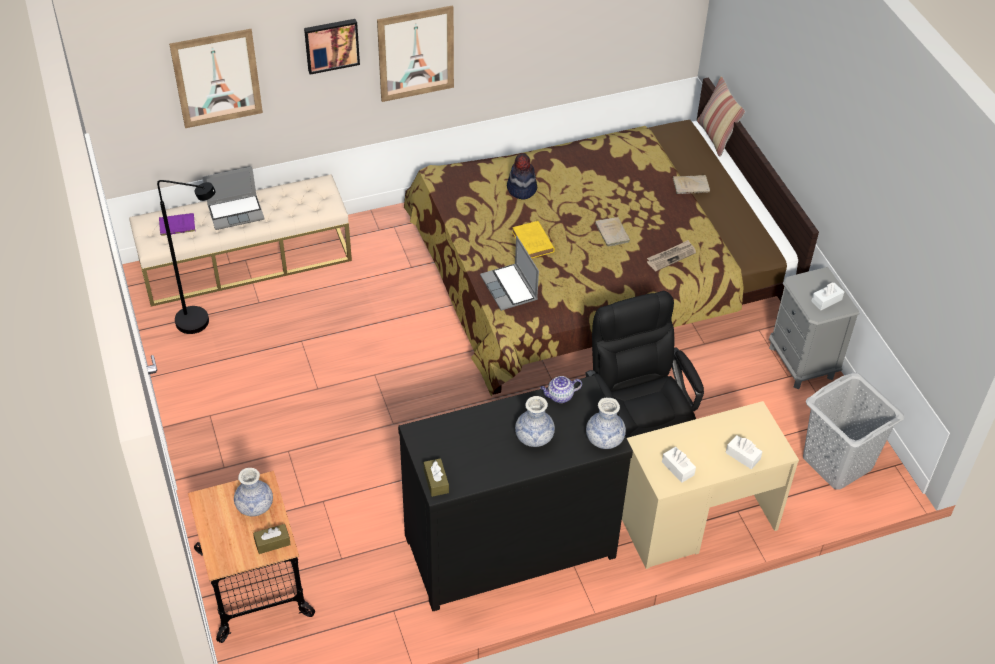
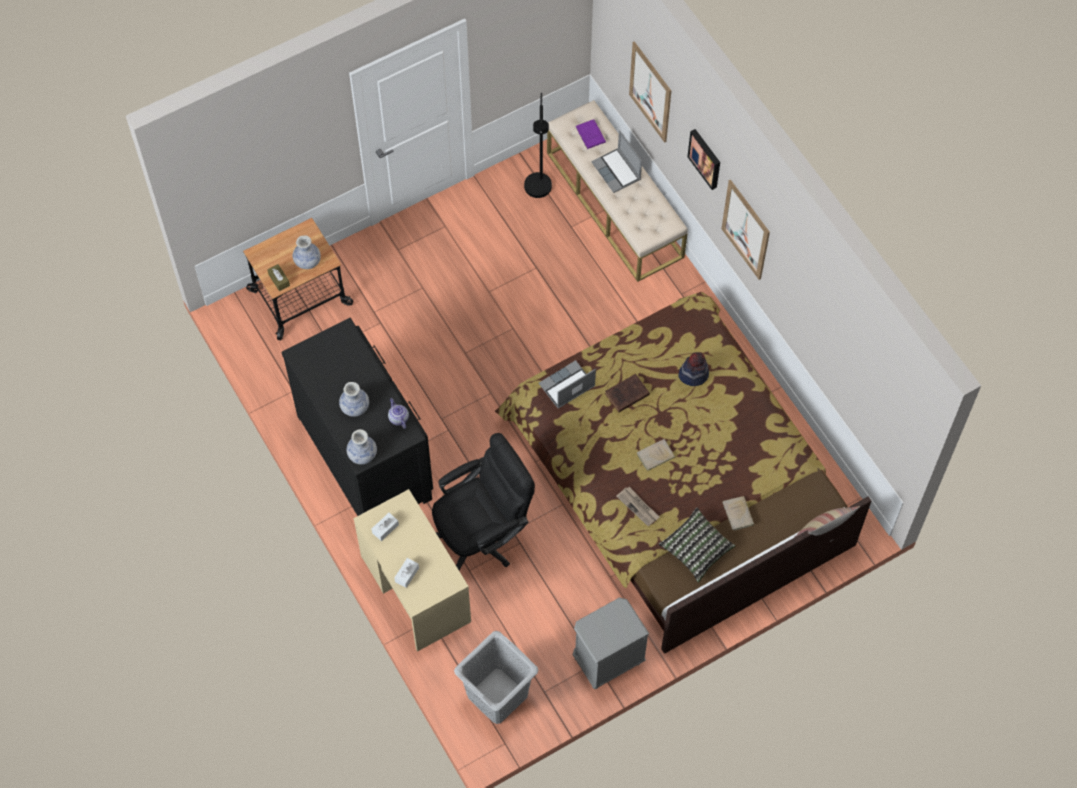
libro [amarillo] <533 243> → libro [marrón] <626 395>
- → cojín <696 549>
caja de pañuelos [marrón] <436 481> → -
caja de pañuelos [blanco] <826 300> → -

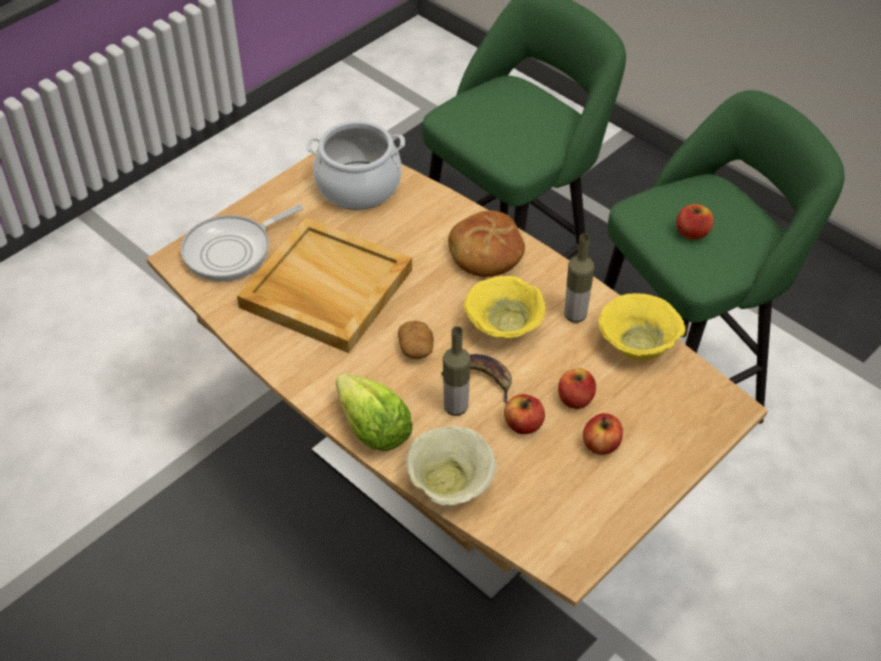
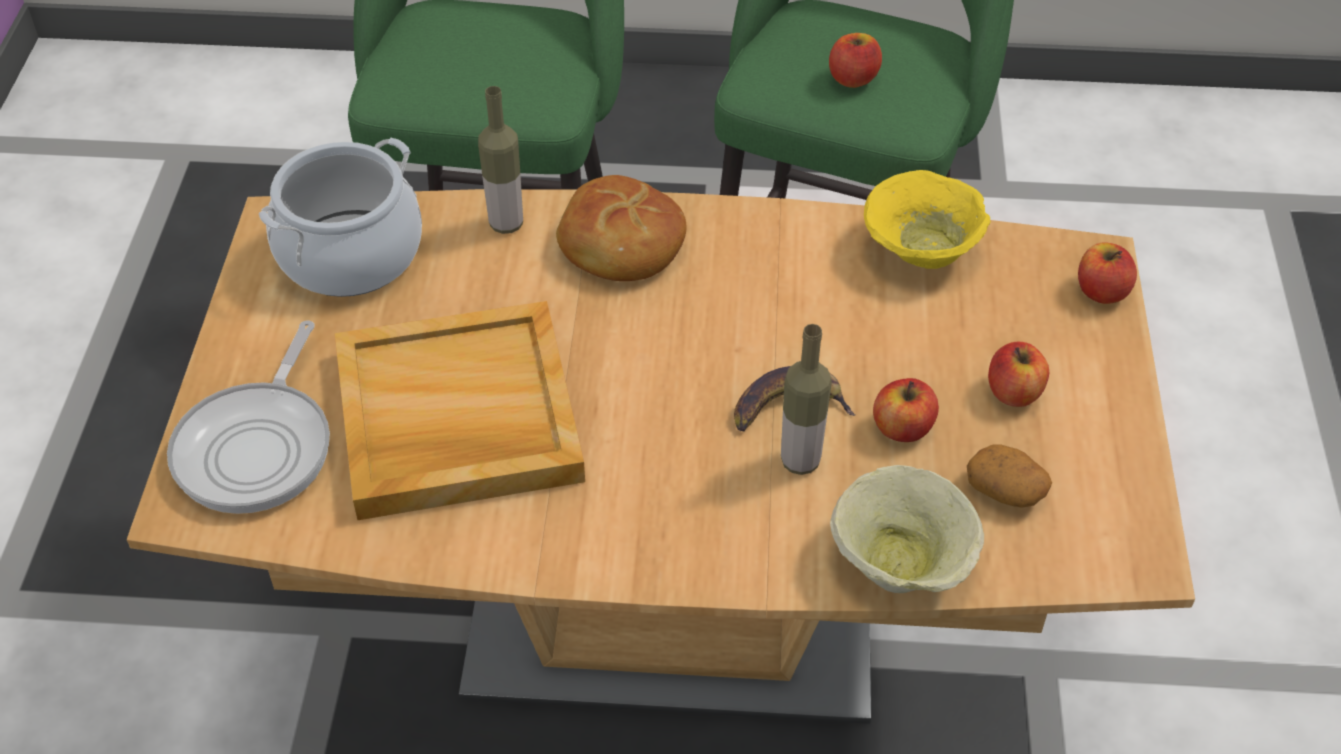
botella <575 315> → botella <506 224>, moved
patata <416 349> → patata <1006 490>, moved
manzana <575 399> → manzana <1101 291>, moved
lechuga <372 429> → -
cuenco [amarillo] <502 325> → -

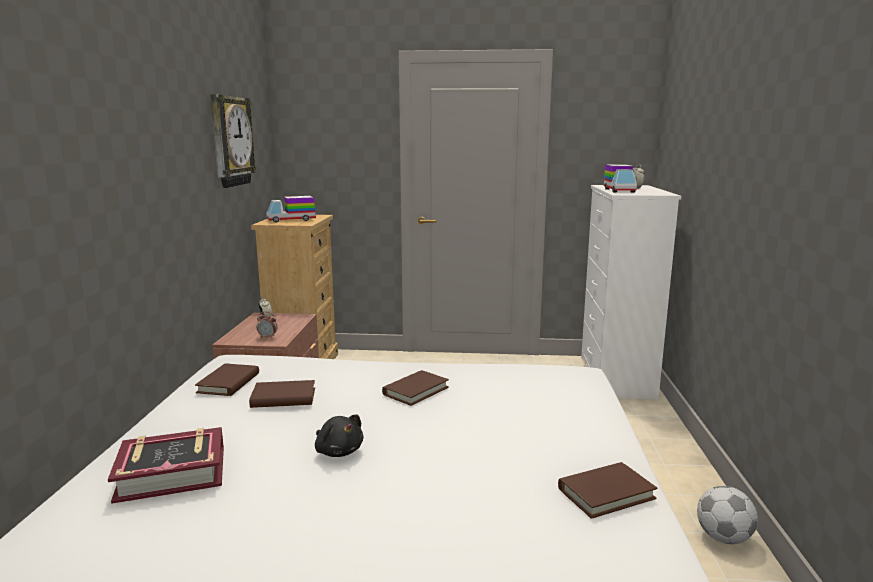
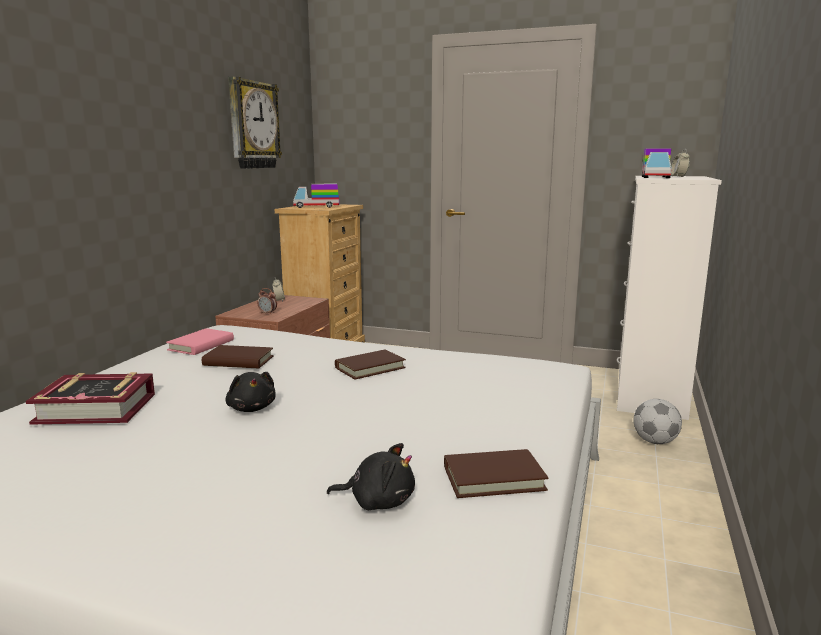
libro [marrón] <228 383> → libro [rosa] <201 345>
- → peluche [negro] <378 501>
balón de fútbol <723 538> → balón de fútbol <655 442>, moved

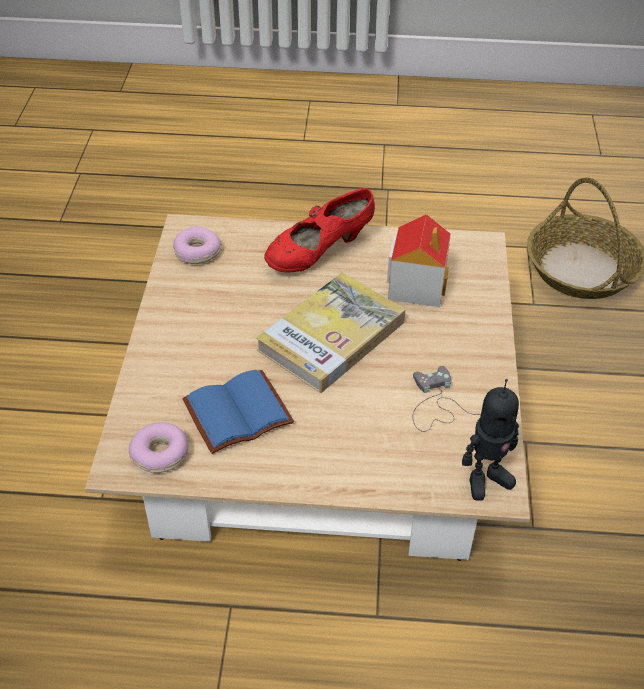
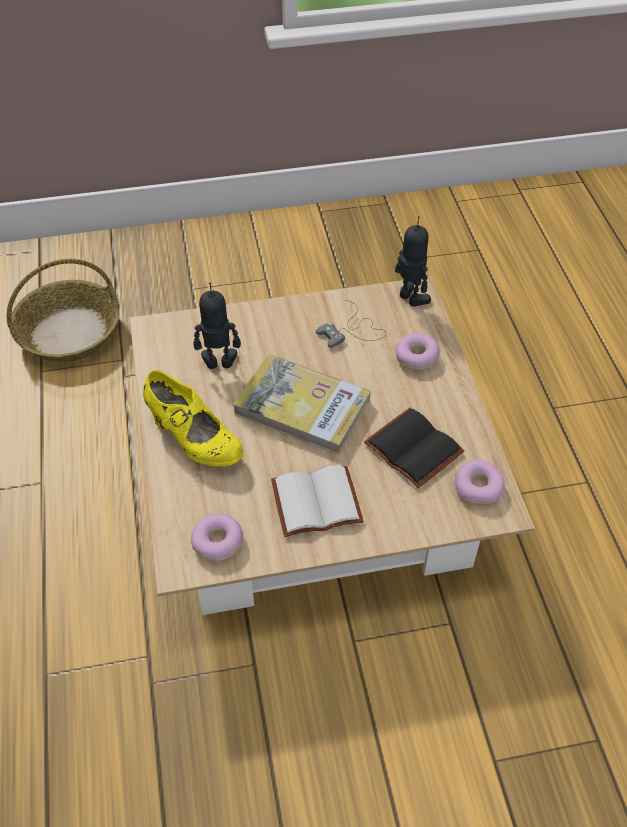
zapato [rojo] <319 254> → zapato [amarillo] <194 440>
casita <417 285> → robot de juguete <219 363>
- → libro [blanco] <315 504>
libro [azul] <237 415> → libro [negro] <416 448>
- → rosquilla <416 357>

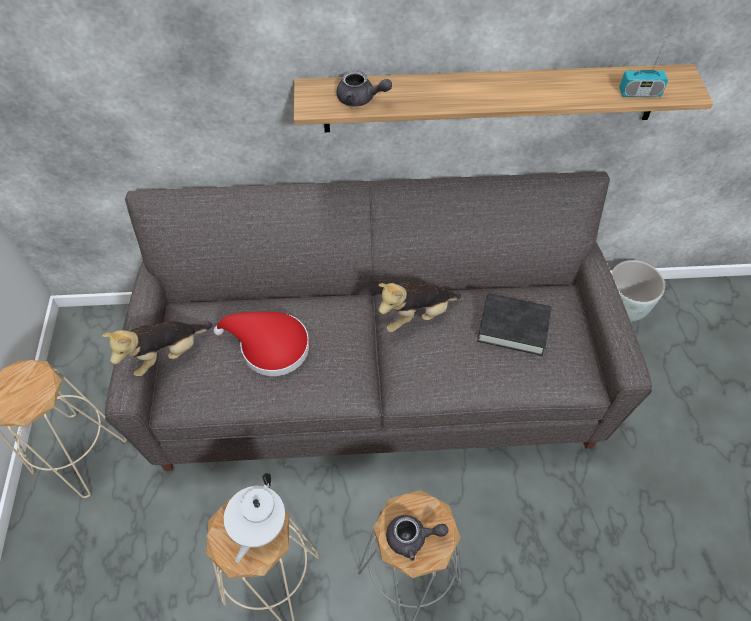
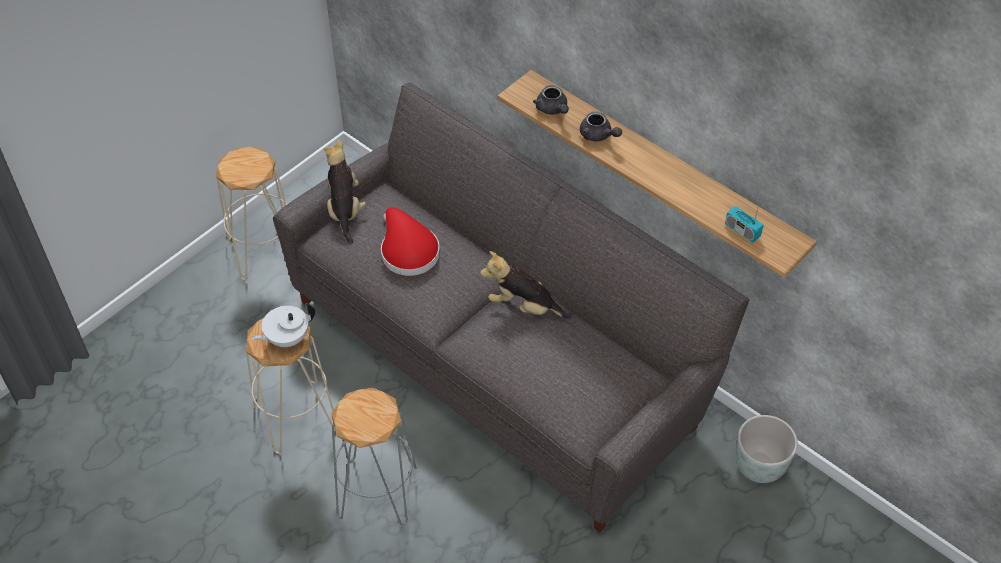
peluche <166 355> → peluche <345 209>, 75 degrees clockwise
tetera [gris] <412 538> → tetera [gris] <598 136>, moved
libro [negro] <513 327> → -

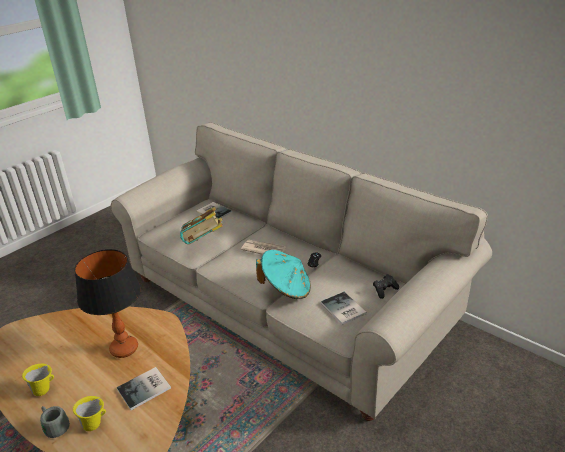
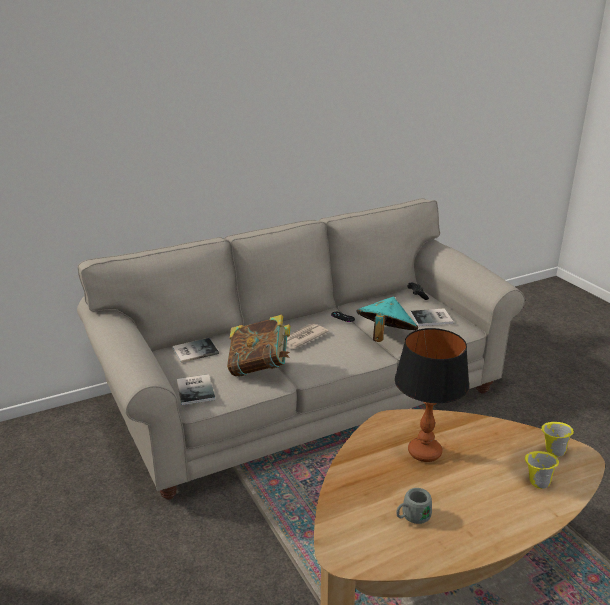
libro <145 389> → libro <196 389>, moved
taza grande [gris] <55 427> → taza grande [gris] <412 517>, moved
taza grande [amarillo] <44 390> → taza grande [amarillo] <552 452>, moved

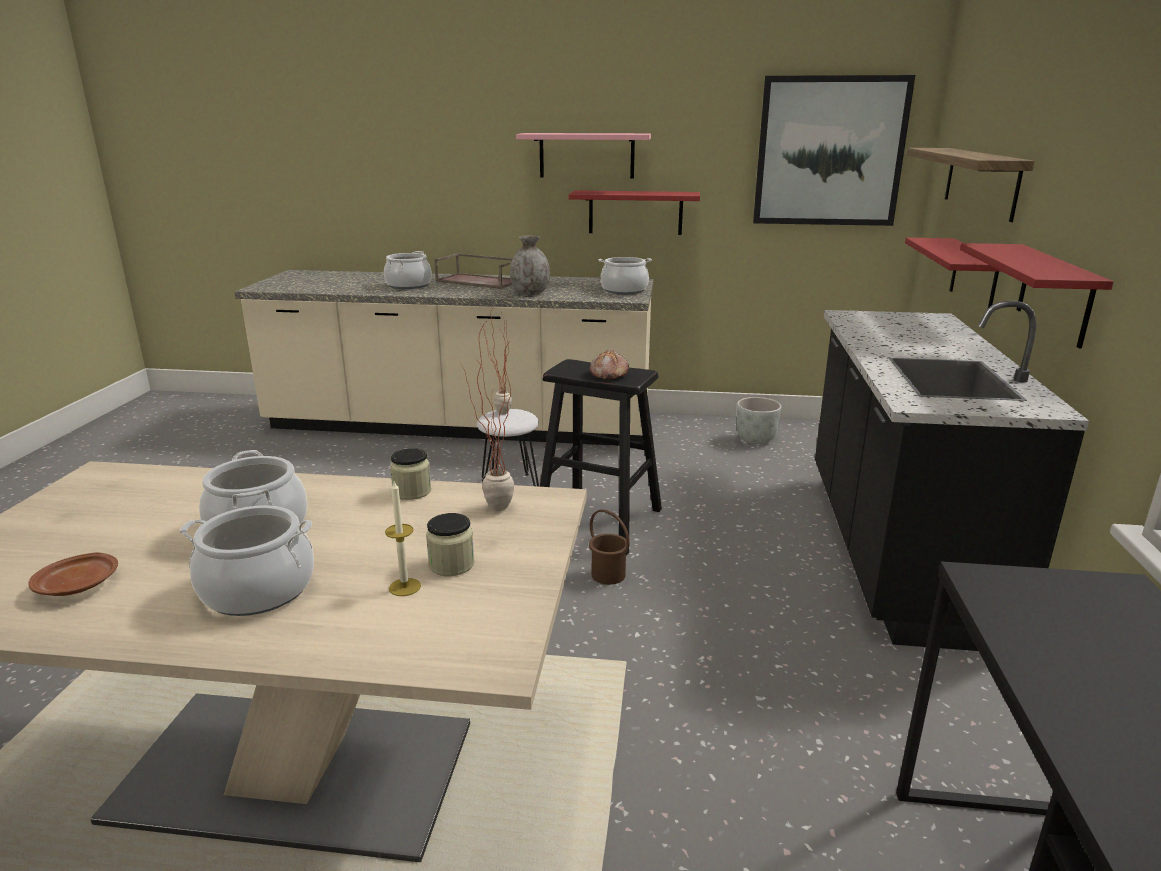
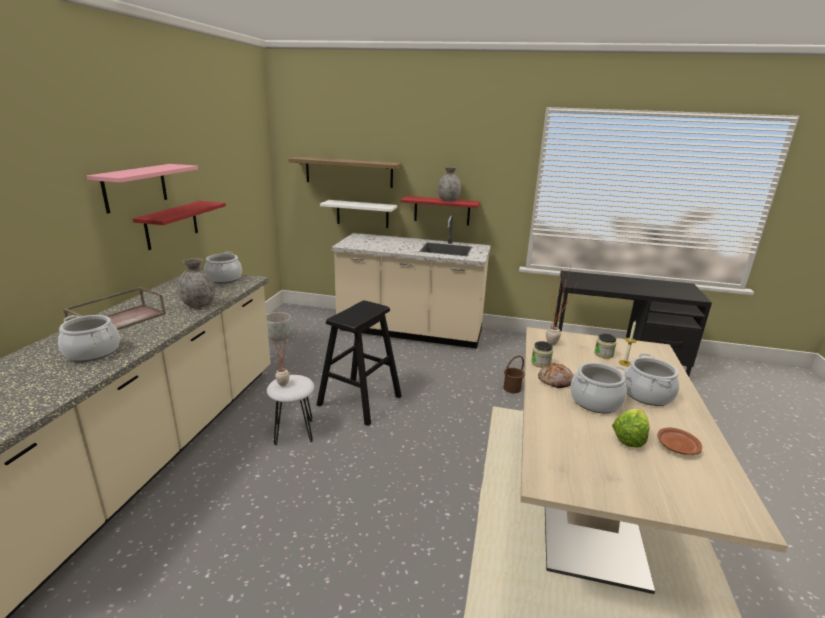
estante [rojo] <974 277> → estante [blanco] <362 214>
mueble bajo de cocina [negro] <893 549> → mueble bajo de cocina [beis] <410 332>
- → florero [gris] <448 200>
cubo [marrón] <608 575> → cubo [marrón] <512 388>, moved
pan <608 374> → pan <556 381>, moved
- → lechuga <629 437>
cuadro <829 152> → -

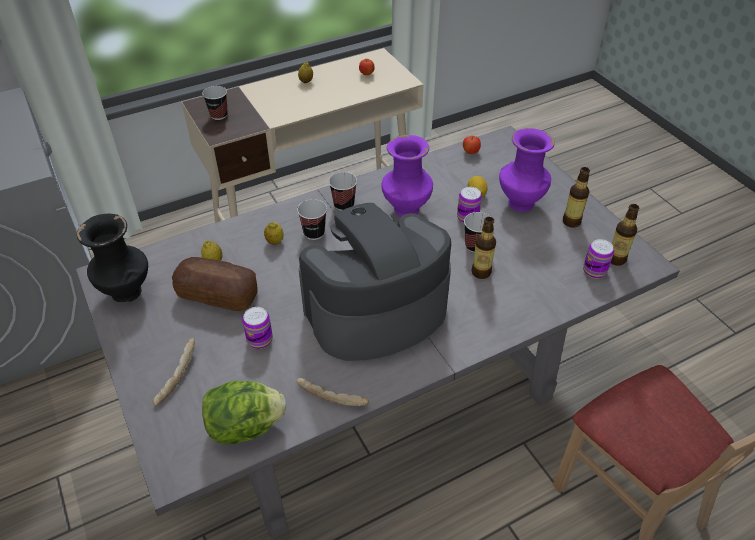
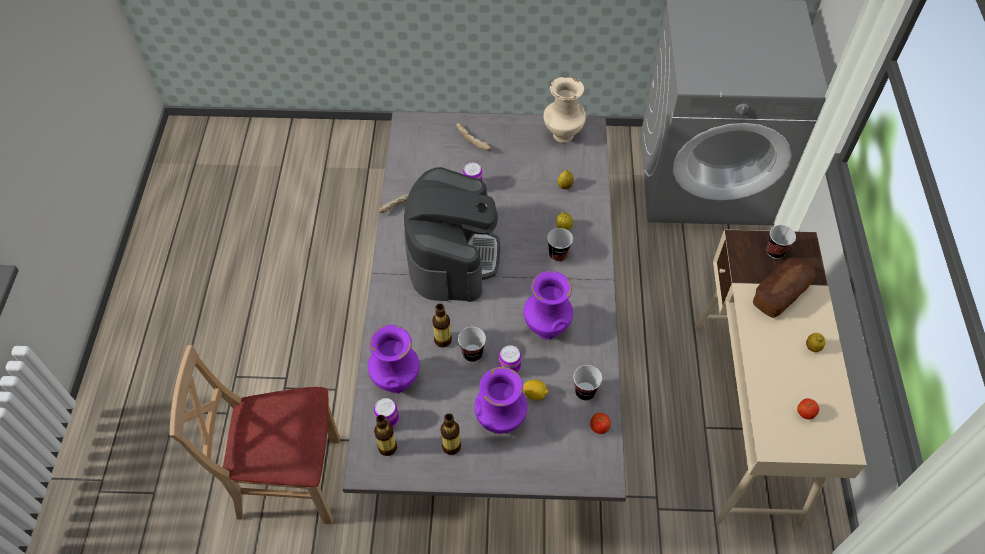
- → florero [morado] <396 380>
florero [negro] <128 293> → florero [beis] <562 135>
taza <344 205> → taza <585 392>, moved
pan <218 294> → pan <780 294>, moved
lechuga <245 427> → -

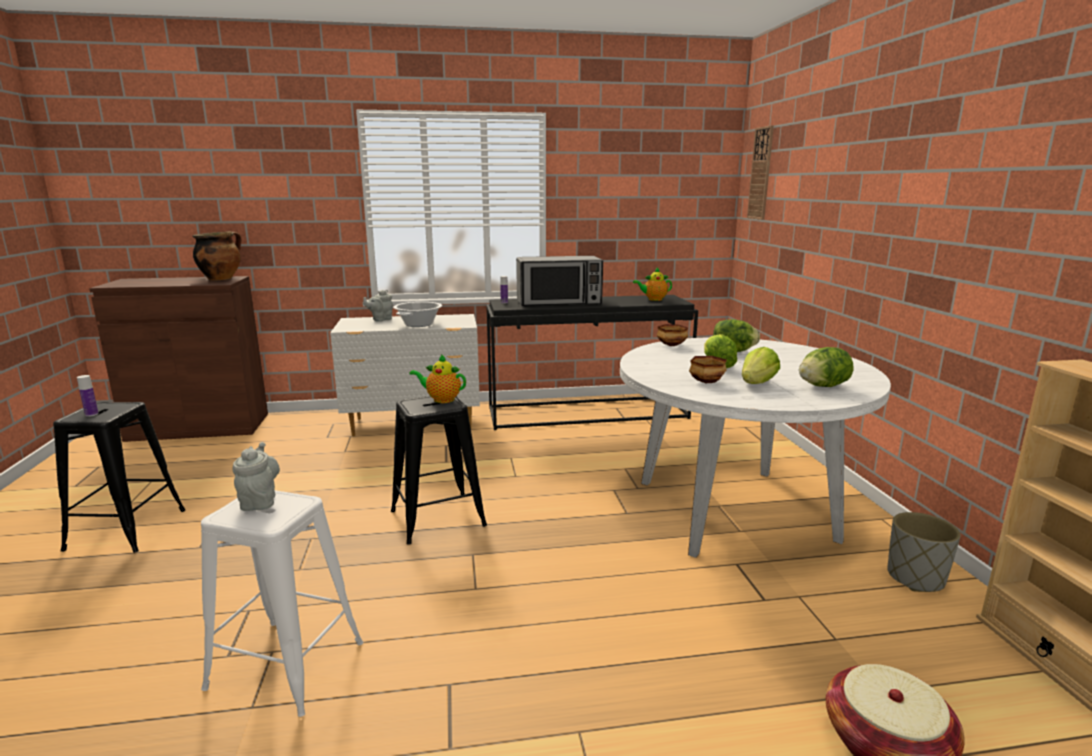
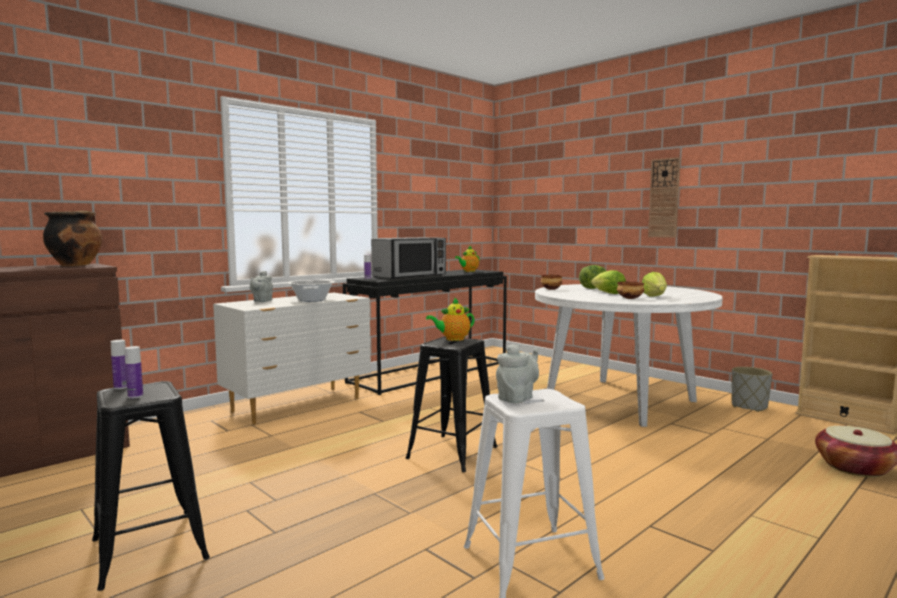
- → botella <121 387>
tetera [gris] <259 501> → tetera [gris] <517 398>, 90 degrees clockwise
reloj de pared <761 173> → reloj de pared <664 198>, moved
lechuga <822 386> → -

